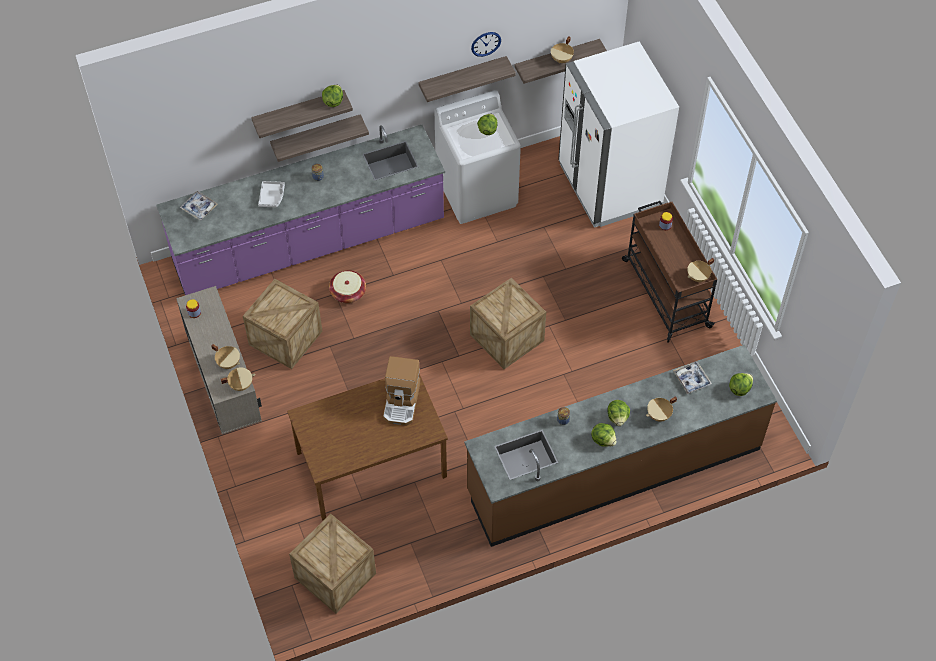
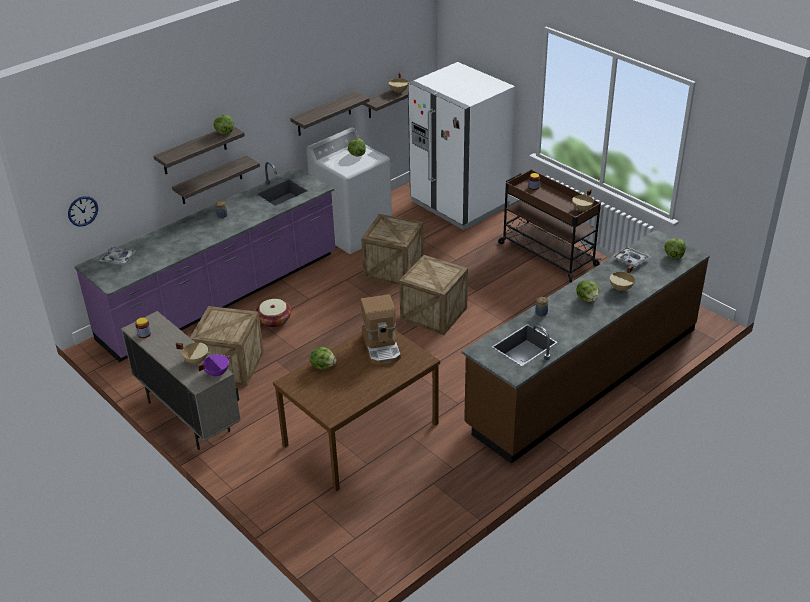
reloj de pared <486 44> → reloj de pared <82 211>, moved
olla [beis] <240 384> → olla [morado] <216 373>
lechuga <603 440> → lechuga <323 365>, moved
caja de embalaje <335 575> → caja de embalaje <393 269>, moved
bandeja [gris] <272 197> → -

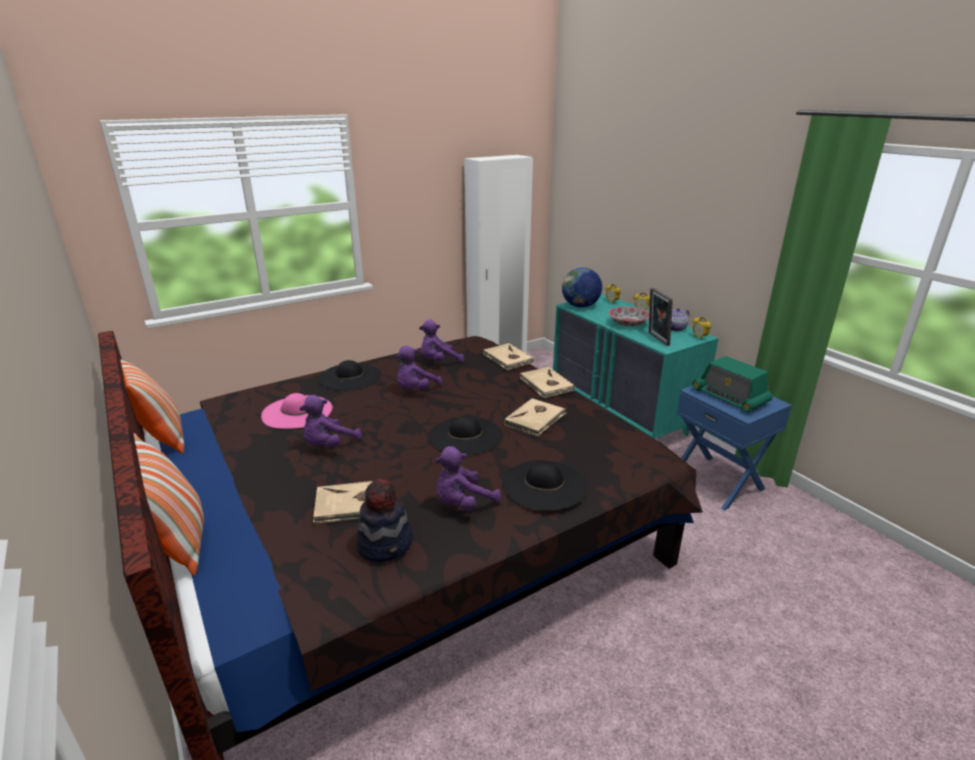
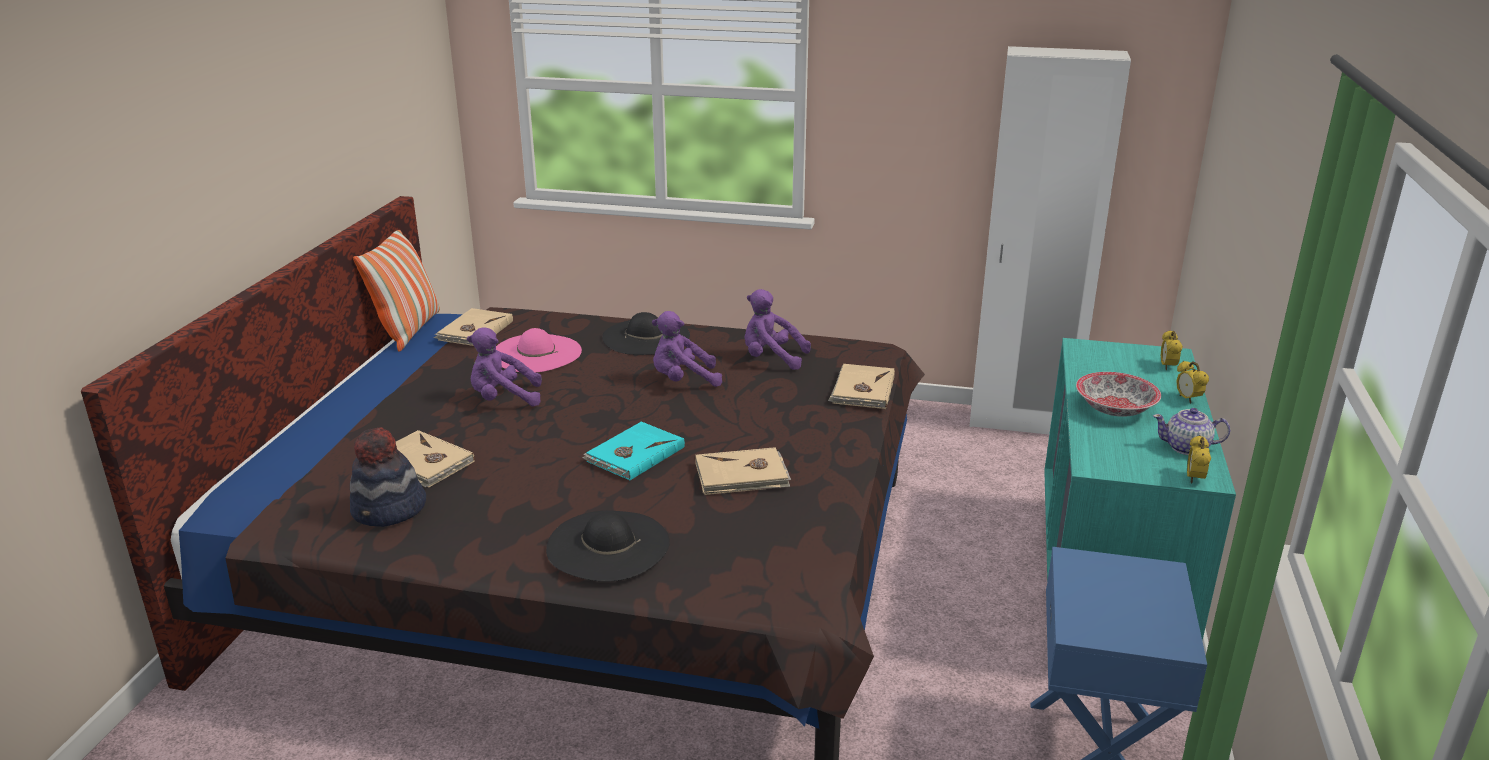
libro [beis] <545 385> → libro [beis] <474 331>, moved
sombrero [negro] <465 436> → libro [turquesa] <634 454>
cojín <180 542> → -
peluche [morado] <463 503> → -
globo terráqueo <580 306> → -
portarretratos <656 339> → -
radio <729 397> → -

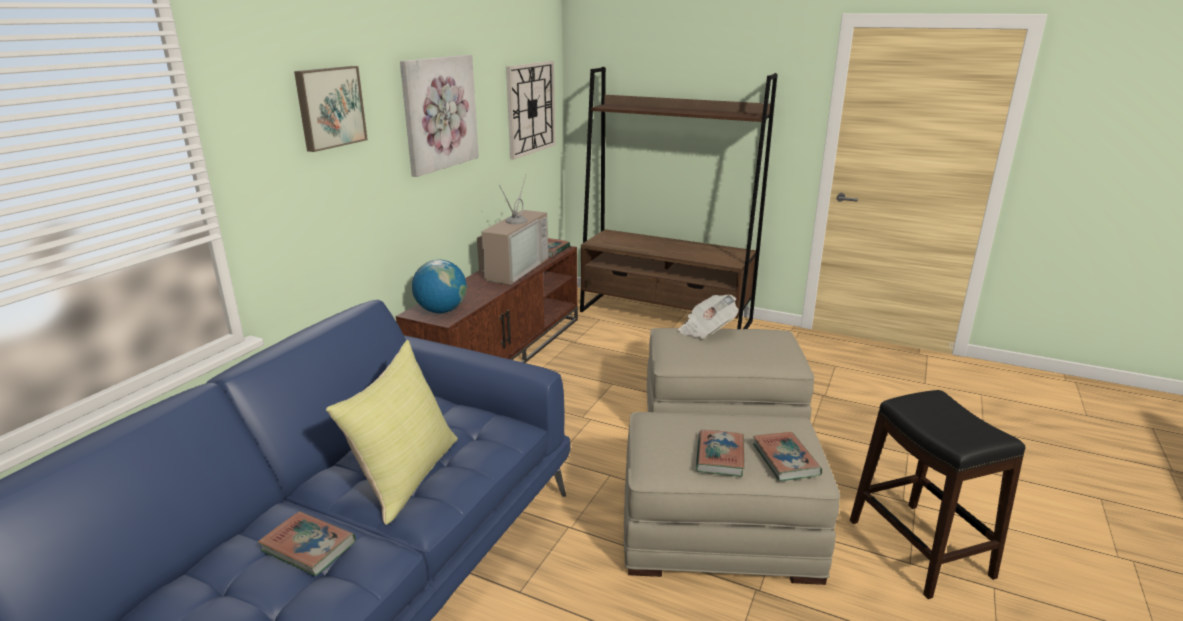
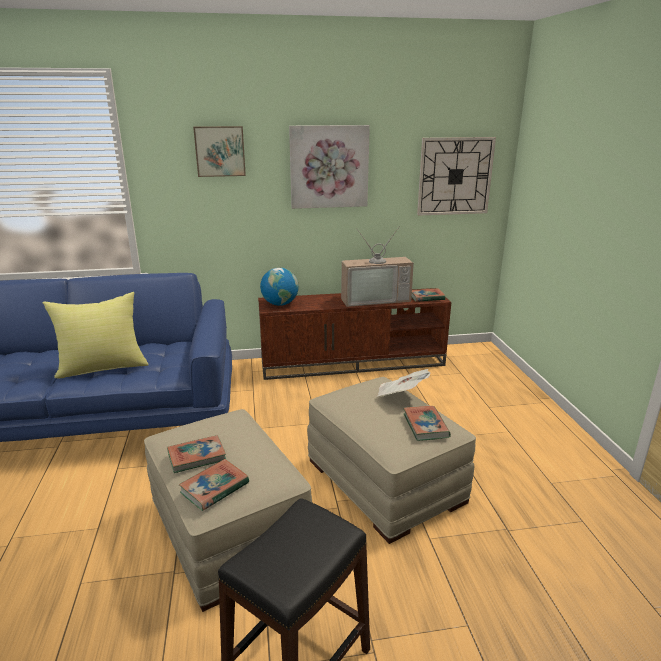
libro <308 547> → libro <425 426>, moved
estantería [marrón] <665 316> → -

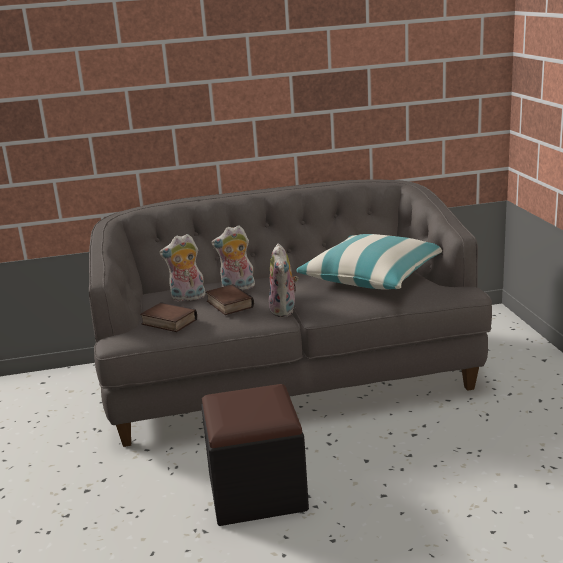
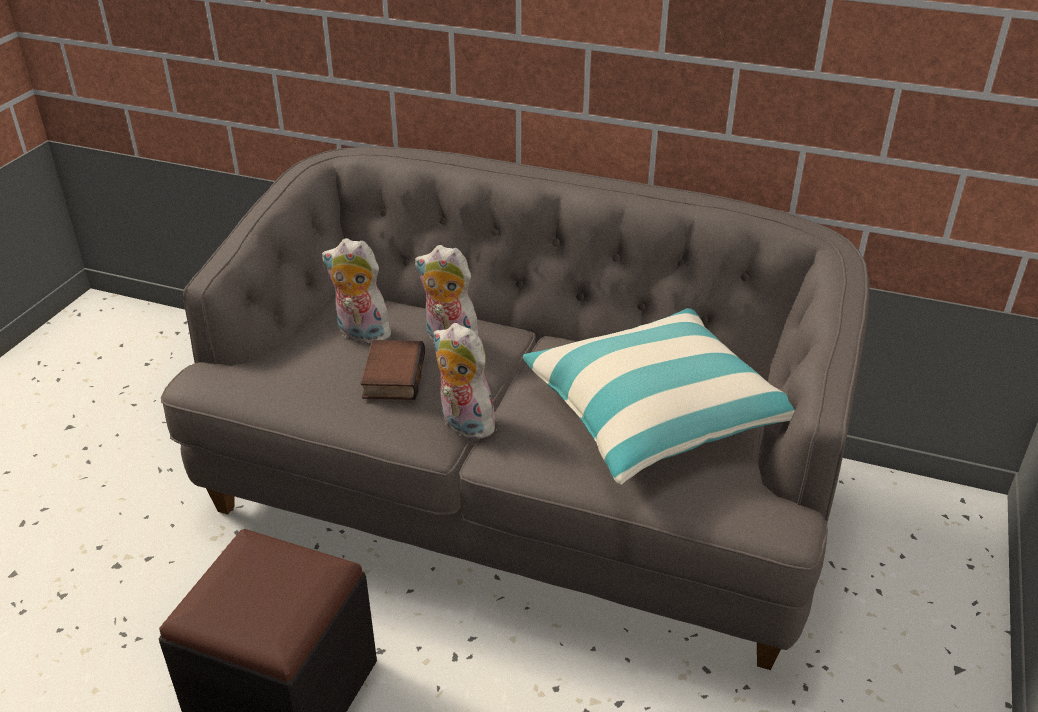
peluche <285 311> → peluche <463 424>, 105 degrees clockwise
libro <167 322> → -

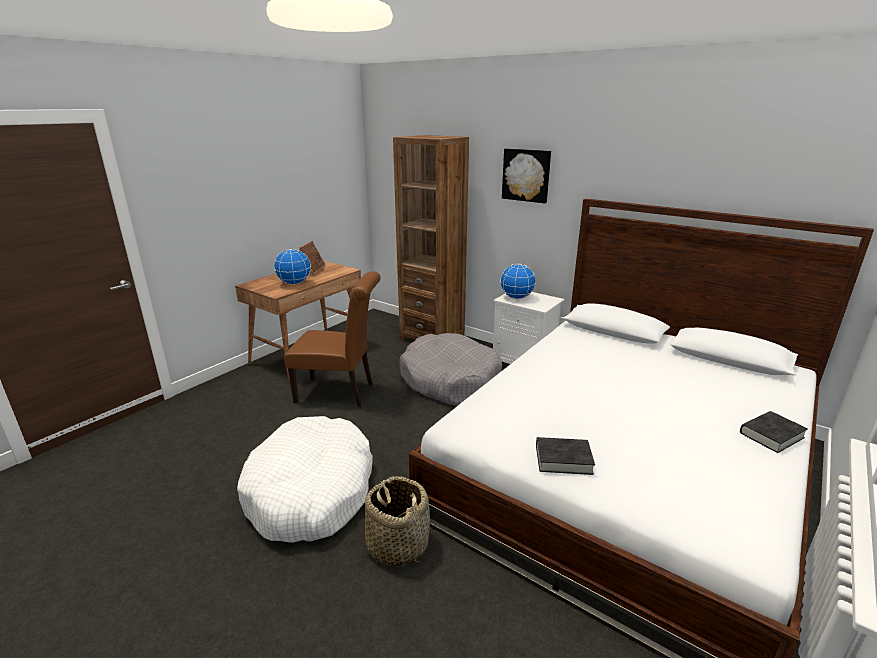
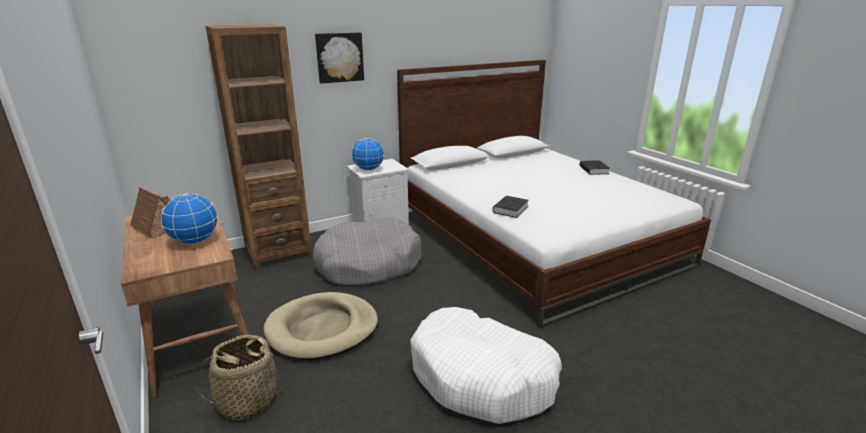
cesta <397 544> → cesta <247 400>, moved
silla [marrón] <340 392> → cama para perro [beis] <322 329>
libro [negro] <563 459> → libro [negro] <510 209>, moved

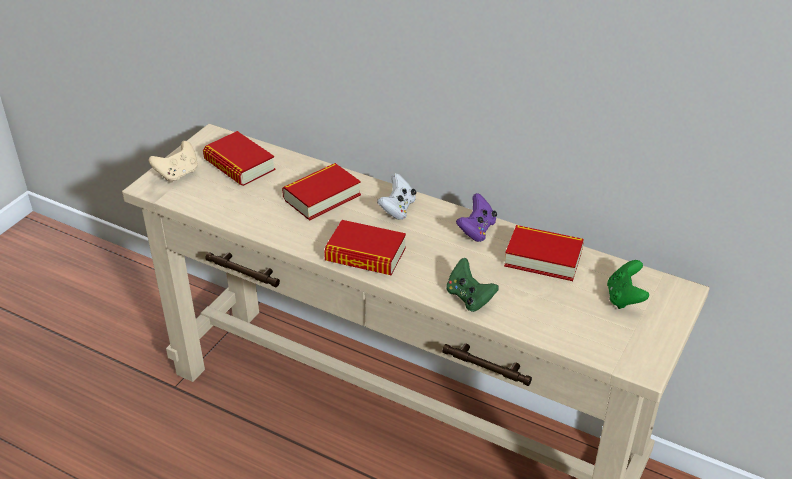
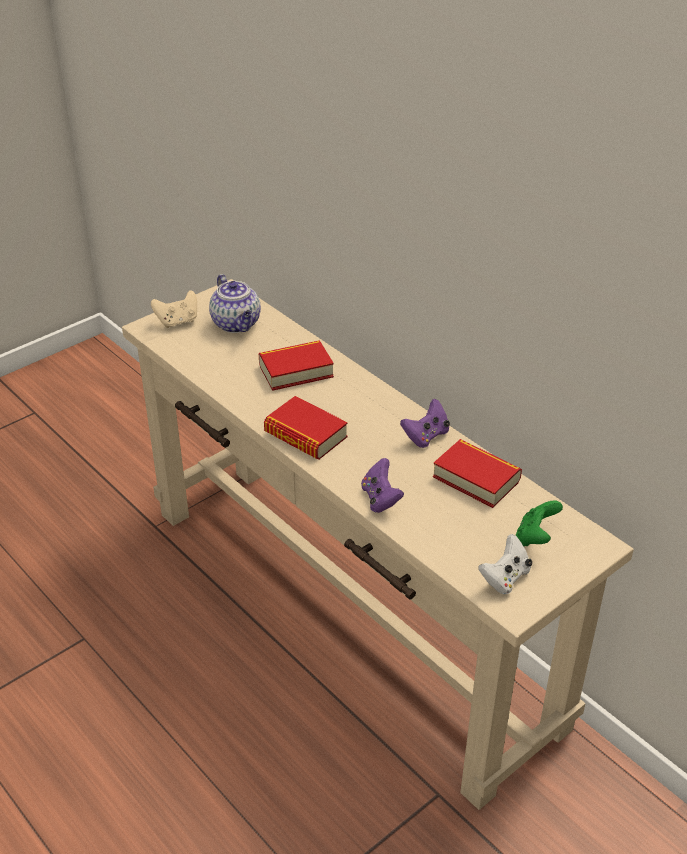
libro <239 165> → tetera <237 324>
mando de consola [verde] <469 298> → mando de consola [morado] <380 499>
mando de consola [blanco] <397 209> → mando de consola [blanco] <505 578>, moved

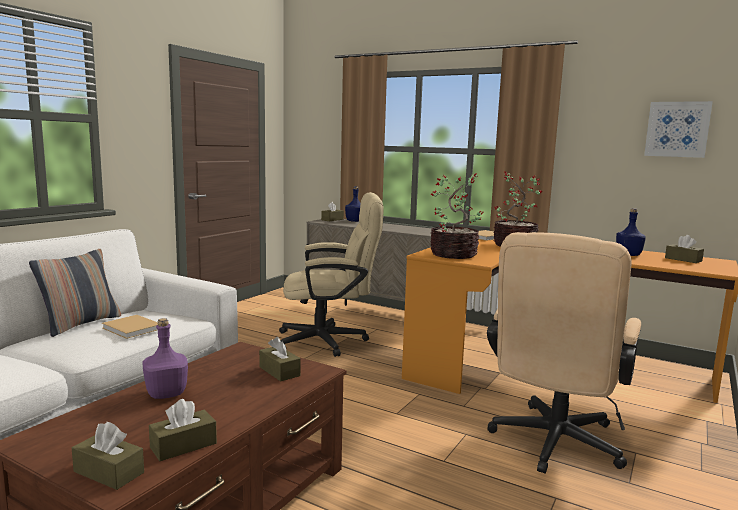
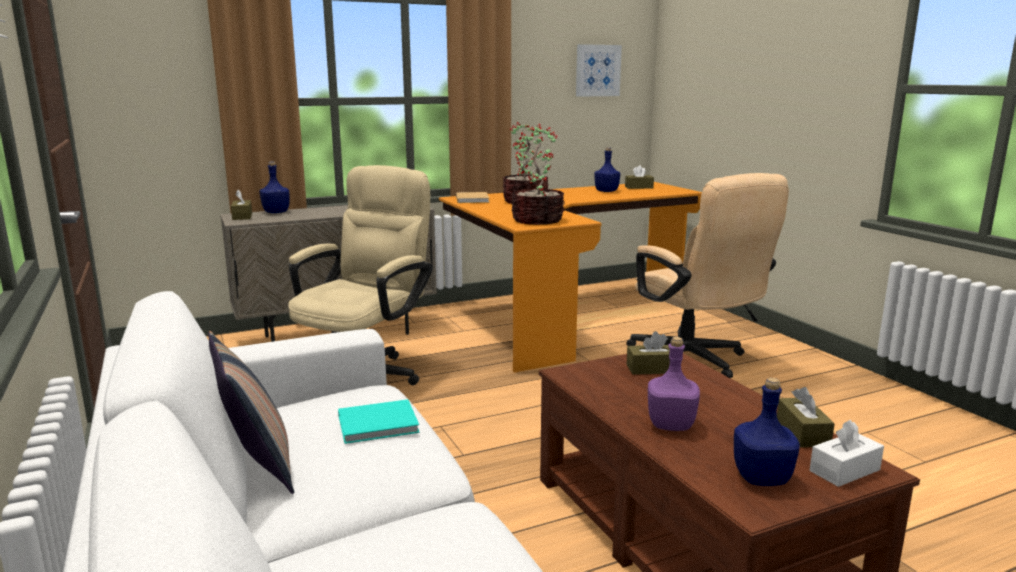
libro [beis] <132 329> → libro [turquesa] <380 424>
- → botella [azul] <762 478>
caja de pañuelos [marrón] <109 472> → caja de pañuelos [blanco] <844 470>

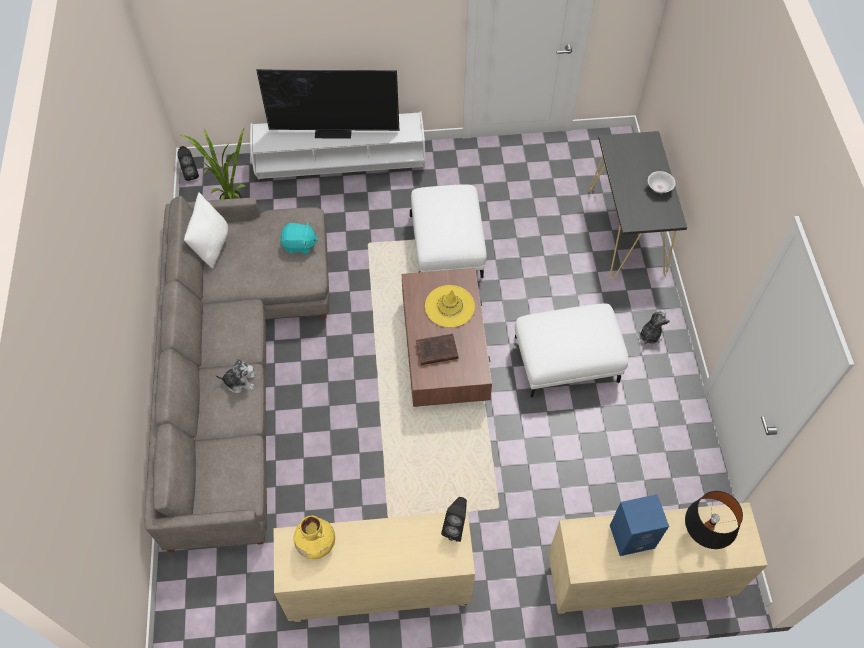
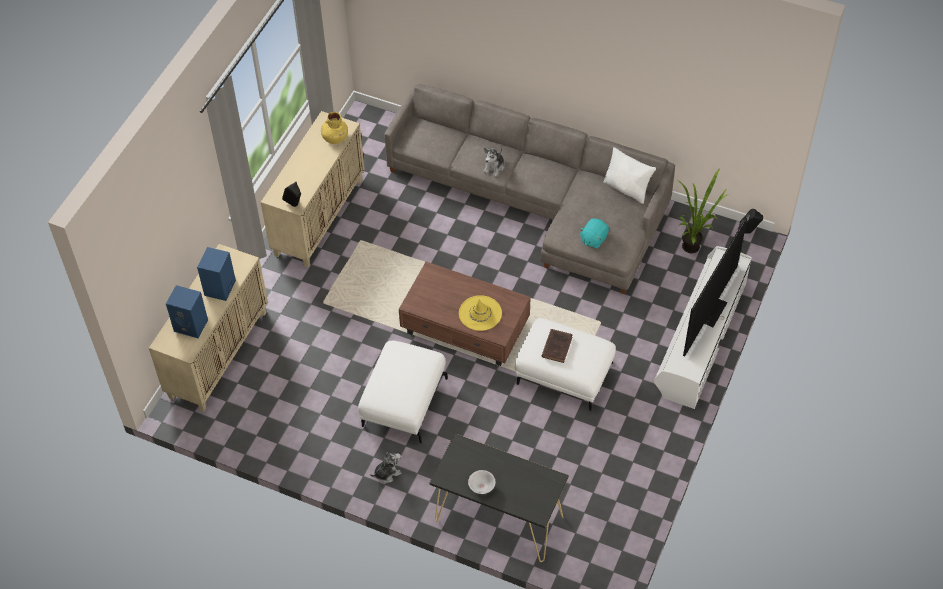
lámpara de mesa [negro] <703 534> → altavoz [azul] <192 325>
peluche <650 335> → peluche <387 473>, 90 degrees counterclockwise
libro [marrón] <435 351> → libro [marrón] <557 346>, moved

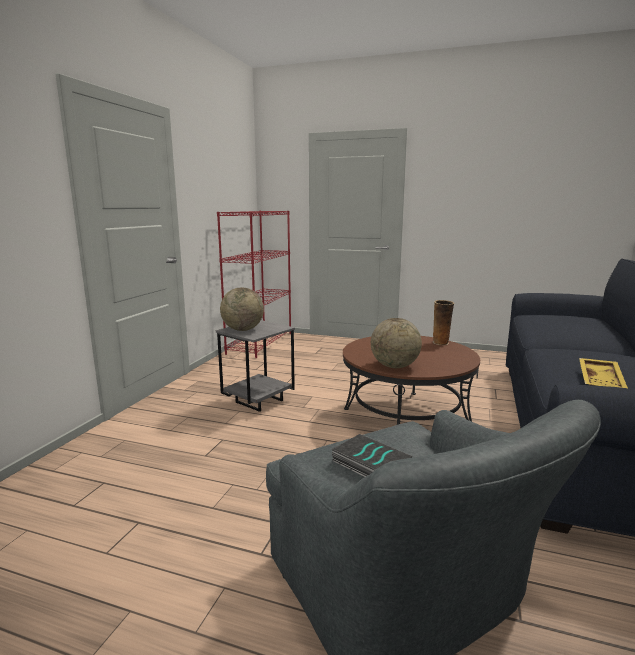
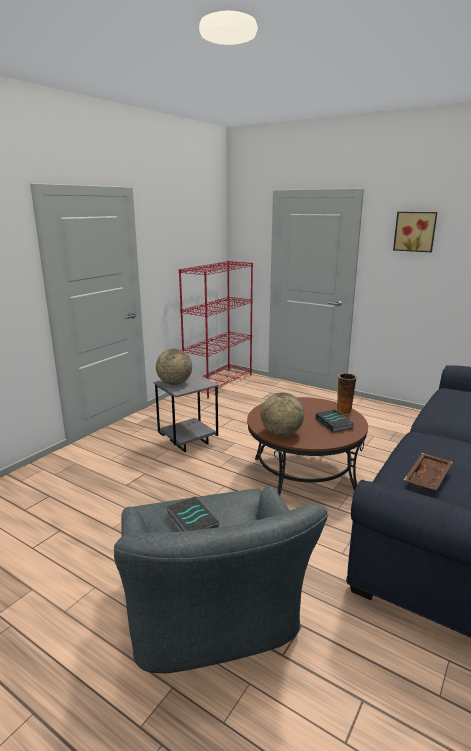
- → libro <334 423>
- → cuadro <415 231>
bandeja [amarillo] <601 381> → bandeja [marrón] <428 478>

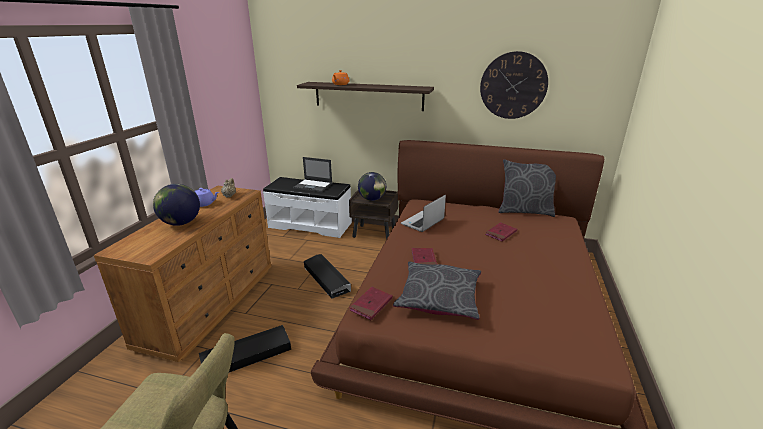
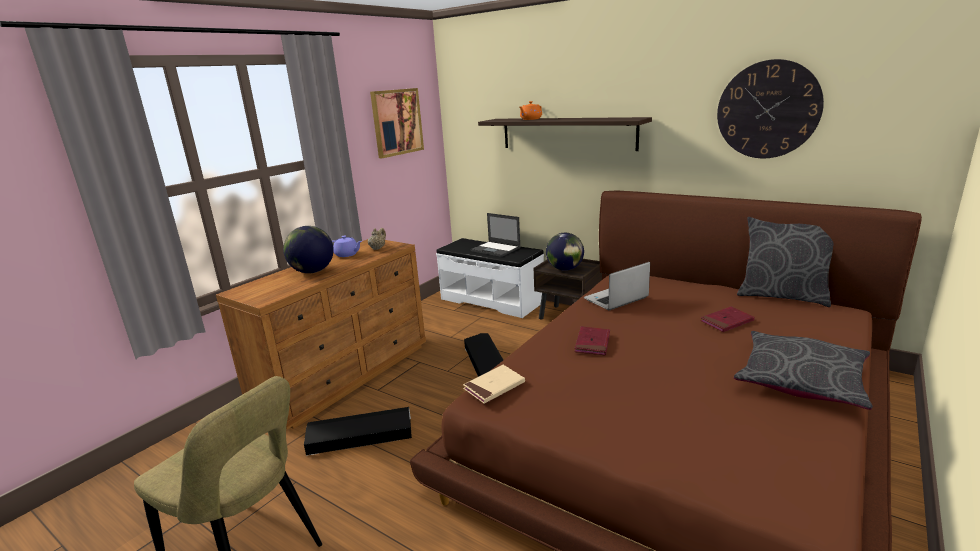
- → cuadro <397 122>
libro [rojo] <371 305> → libro [beis] <494 386>
cojín [gris] <439 297> → cojín [gris] <800 380>, moved

